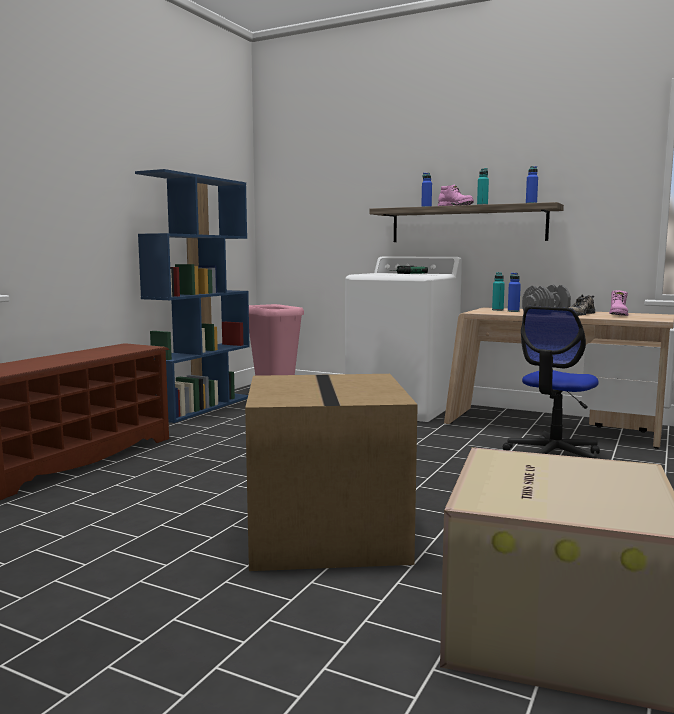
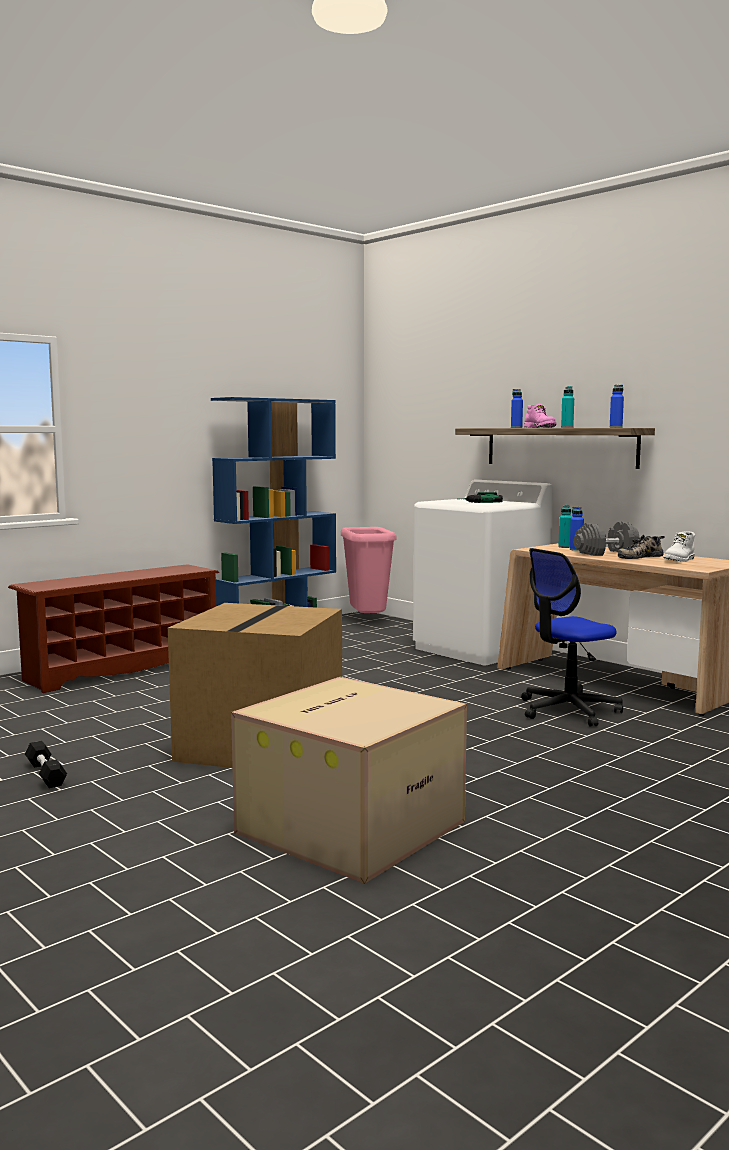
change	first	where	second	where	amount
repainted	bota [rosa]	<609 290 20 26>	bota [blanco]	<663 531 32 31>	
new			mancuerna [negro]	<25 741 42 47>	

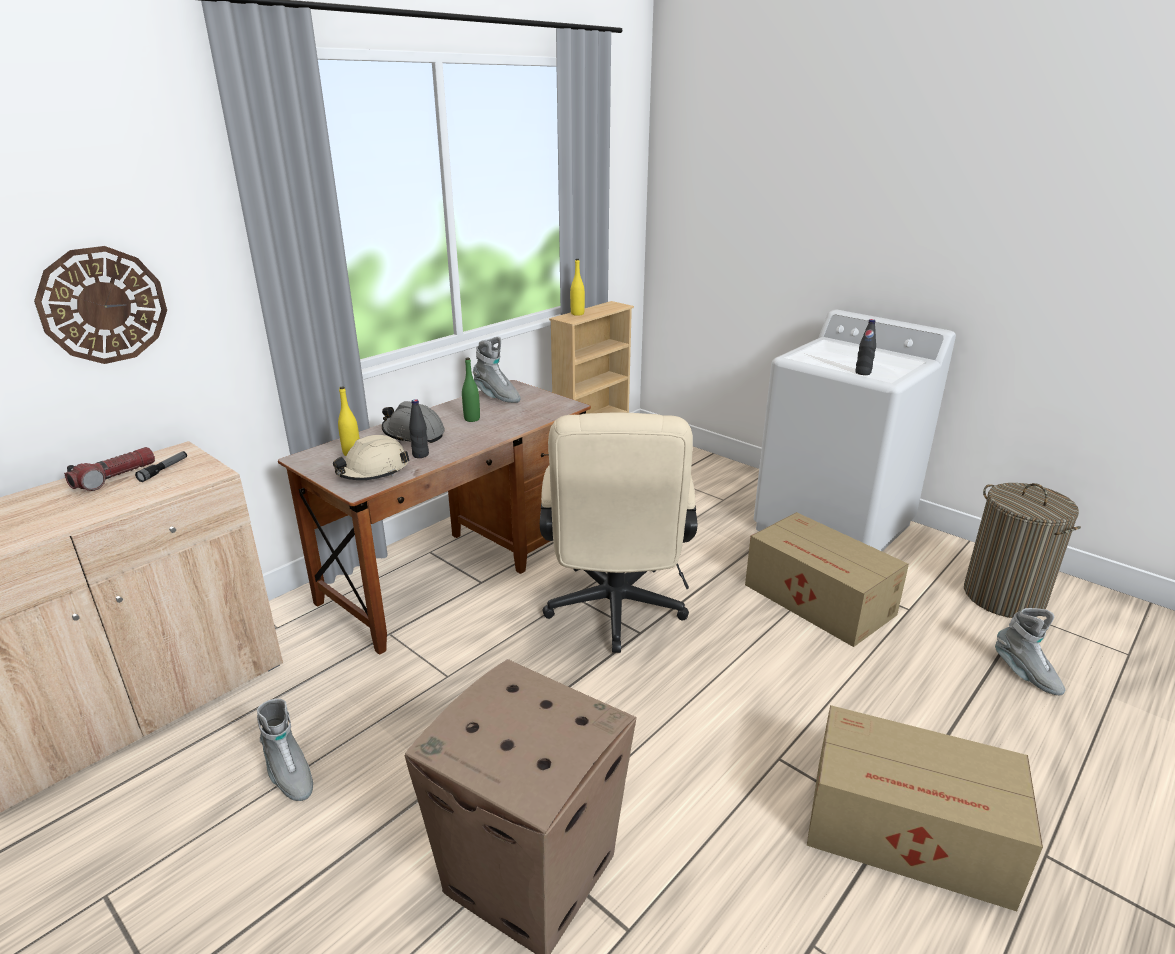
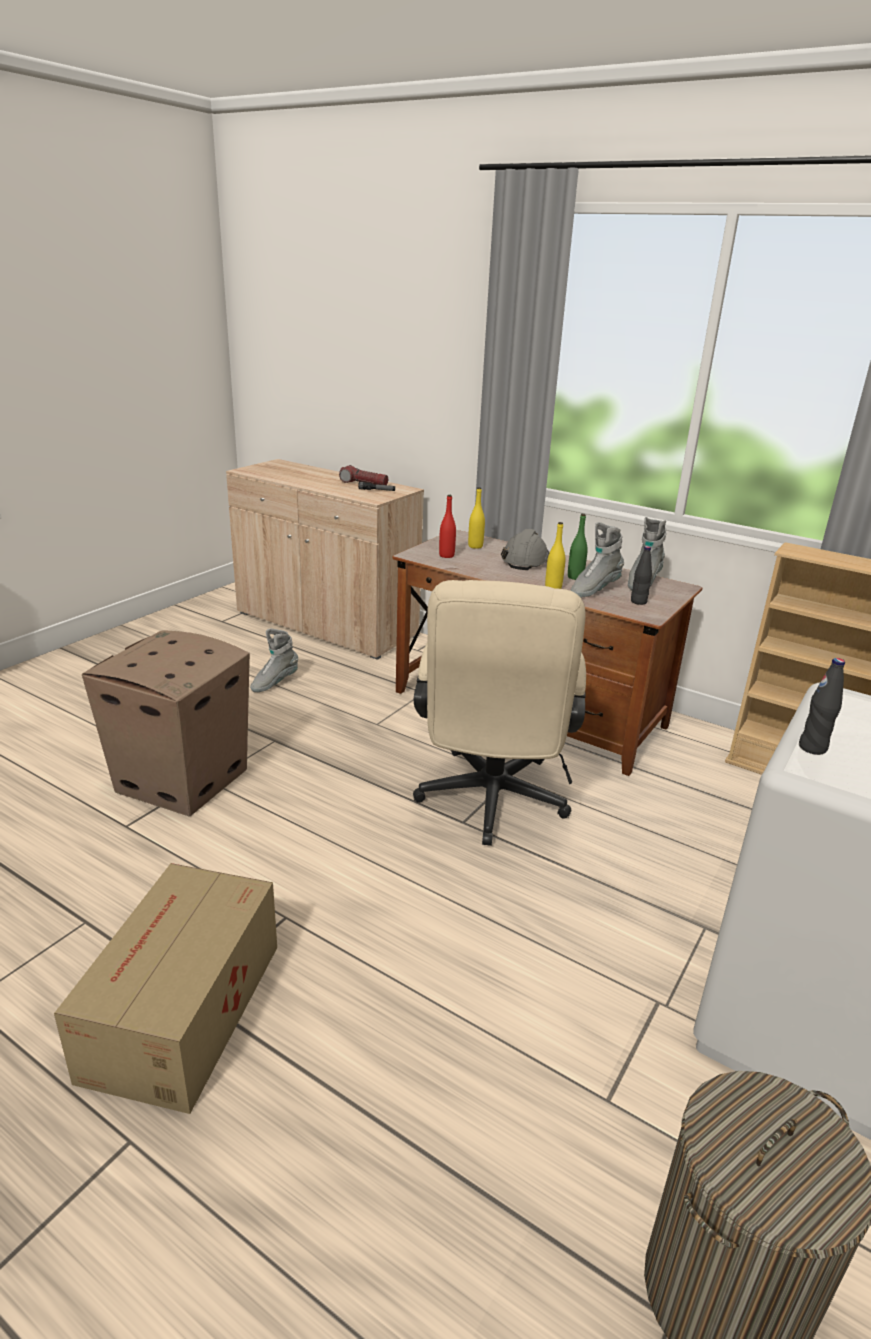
change	first	where	second	where	amount
gone	reloj de pared	<34 246 133 118>			
swapped	casco [beis]	<333 435 77 45>	botella [rojo]	<439 495 17 63>	
shifted	botella [negro]	<409 399 20 59>		<631 546 21 59>	
rotated	silla de oficina [beis]	<540 413 157 240>		<413 580 173 266>	75 degrees counterclockwise
shifted	botella [amarillo]	<570 259 15 57>		<545 522 20 67>	
gone	caja de cartón	<745 512 164 135>			
shifted	bota [gris]	<995 608 70 87>		<570 522 54 76>	

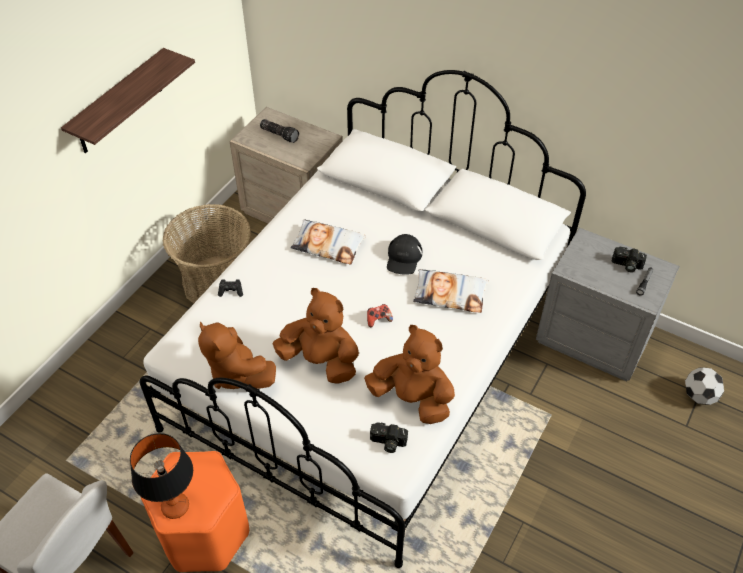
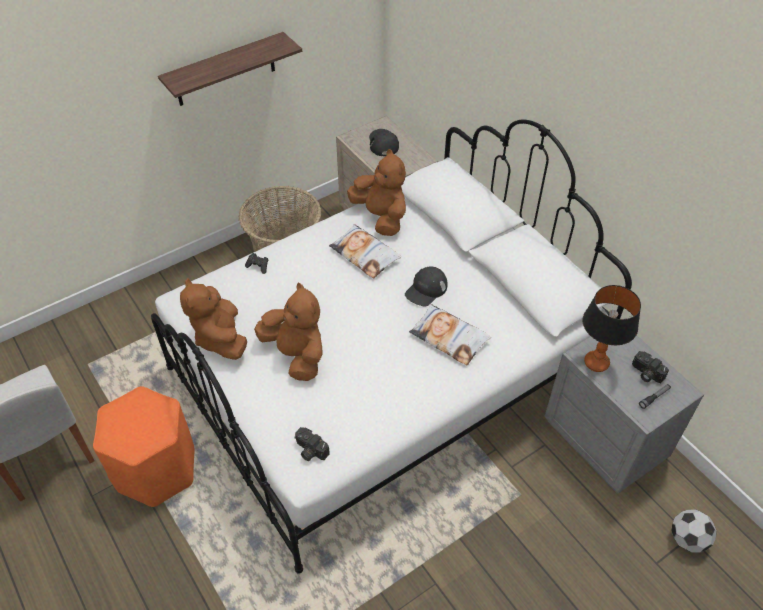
change	first	where	second	where	amount
shifted	lámpara de mesa	<130 433 63 86>		<582 285 59 87>	
swapped	linterna	<260 119 39 24>	gorra [negro]	<369 129 30 27>	
shifted	peluche [marrón]	<364 325 91 99>		<347 149 59 87>	
gone	mando de consola	<367 304 26 23>			

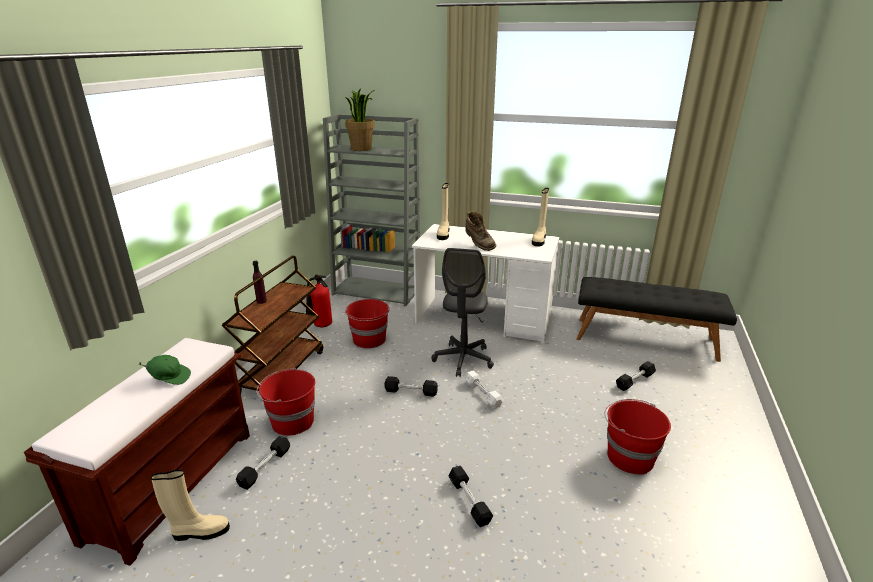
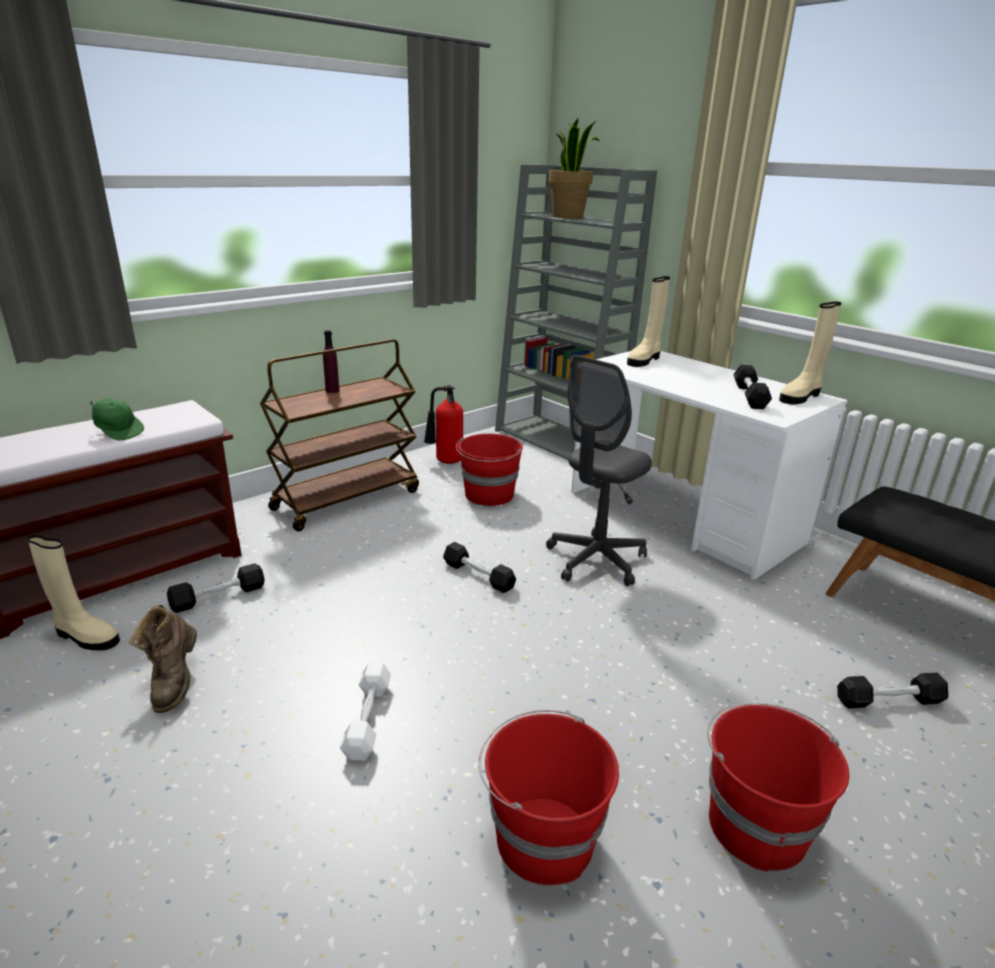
change	first	where	second	where	amount
shifted	cubo [rojo]	<256 368 59 68>		<479 710 140 175>	
shifted	mancuerna [negro]	<448 466 45 61>		<733 365 39 44>	
shifted	mancuerna [blanco]	<464 370 39 39>		<340 662 51 99>	
shifted	bota [marrón]	<465 211 31 40>		<129 605 68 108>	

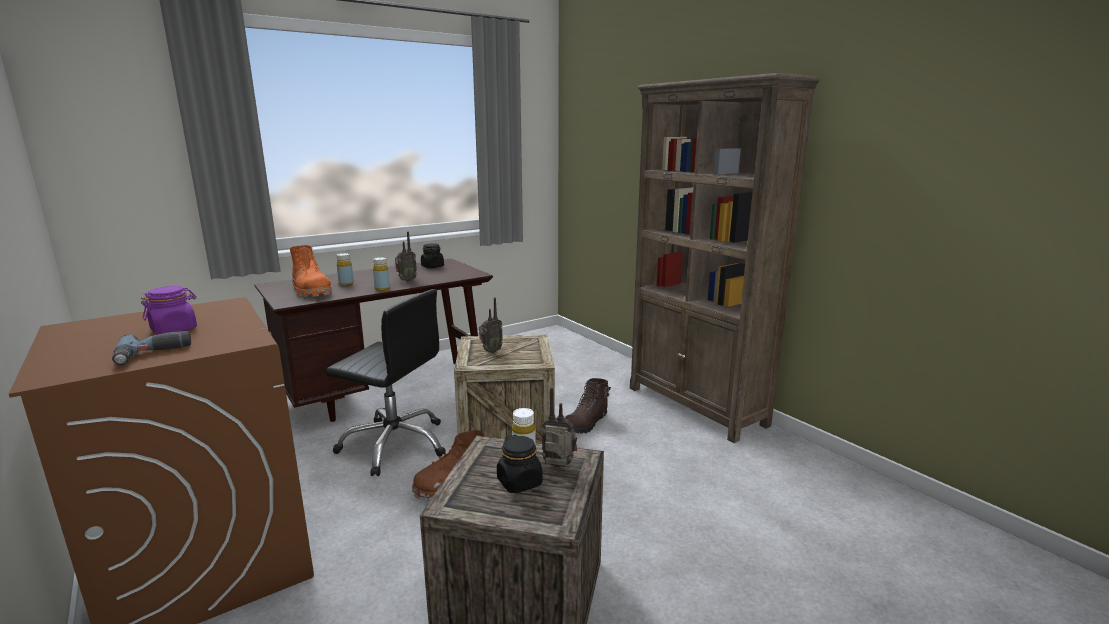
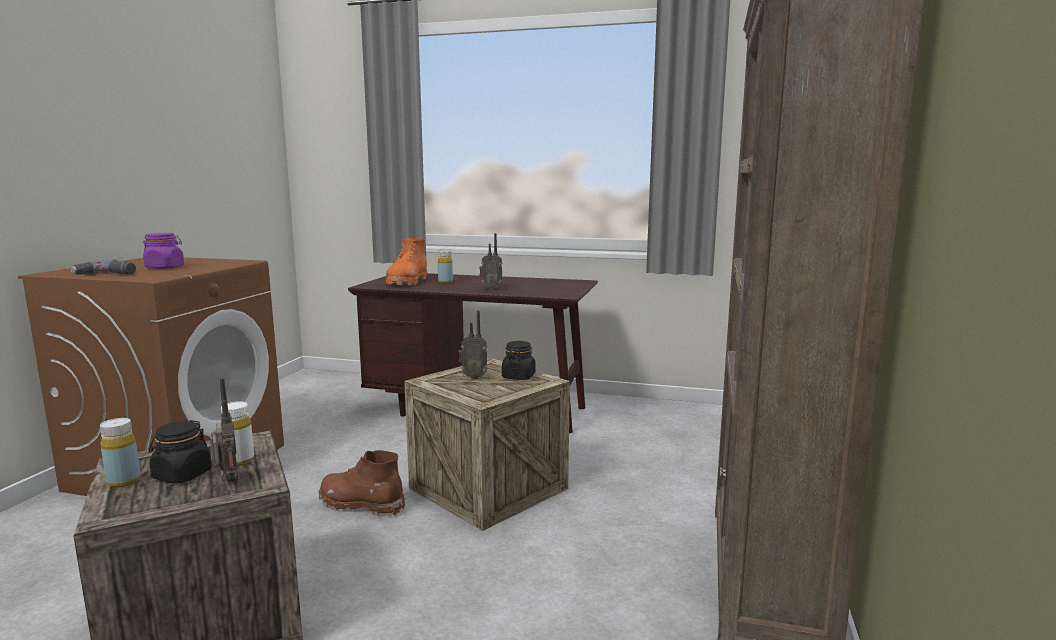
change	first	where	second	where	amount
gone	silla de oficina [negro]	<326 289 120 187>			
shifted	botella [amarillo]	<373 257 17 34>		<100 418 41 70>	
shifted	tarro [negro]	<421 243 23 25>		<502 341 34 39>	
gone	bota [marrón]	<564 378 47 56>			

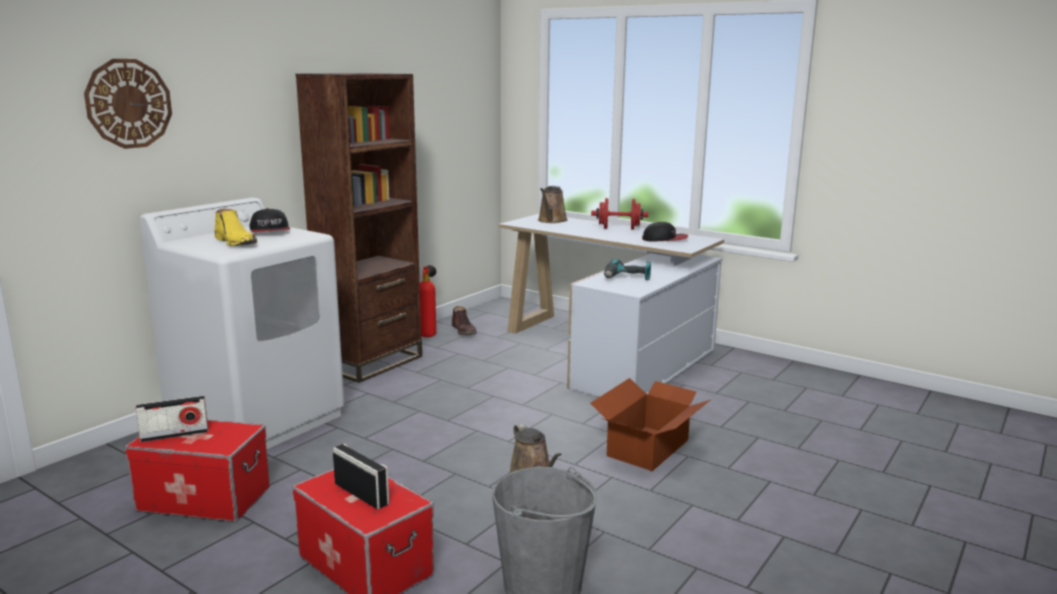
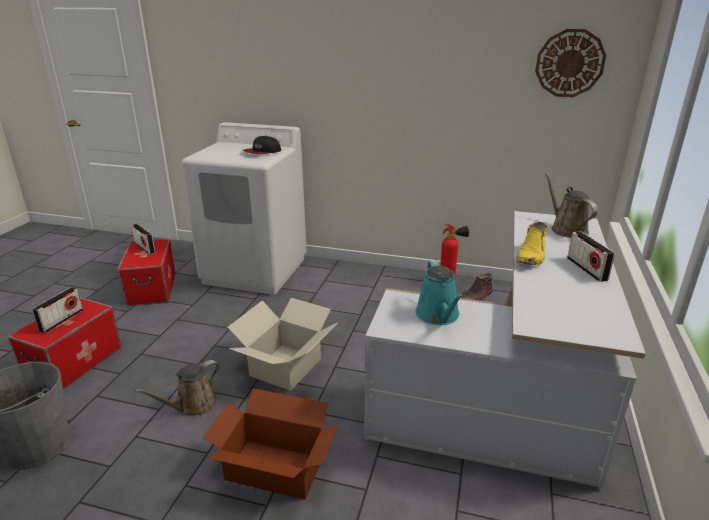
change	first	where	second	where	amount
shifted	reloj de pared	<84 59 88 90>		<535 29 71 68>	
shifted	bota [amarillo]	<215 209 42 37>		<516 222 31 43>	
gone	estantería [marrón]	<296 73 126 310>			
rotated	regadera [marrón]	<538 186 30 37>		<545 172 53 66>	75 degrees clockwise
swapped	mancuerna [rojo]	<591 198 57 32>	radio	<567 231 48 51>	
swapped	taladro	<604 259 47 21>	regadera [turquesa]	<415 260 48 65>	
gone	gorra	<642 222 46 20>			
new			caja de cartón	<227 298 110 93>	

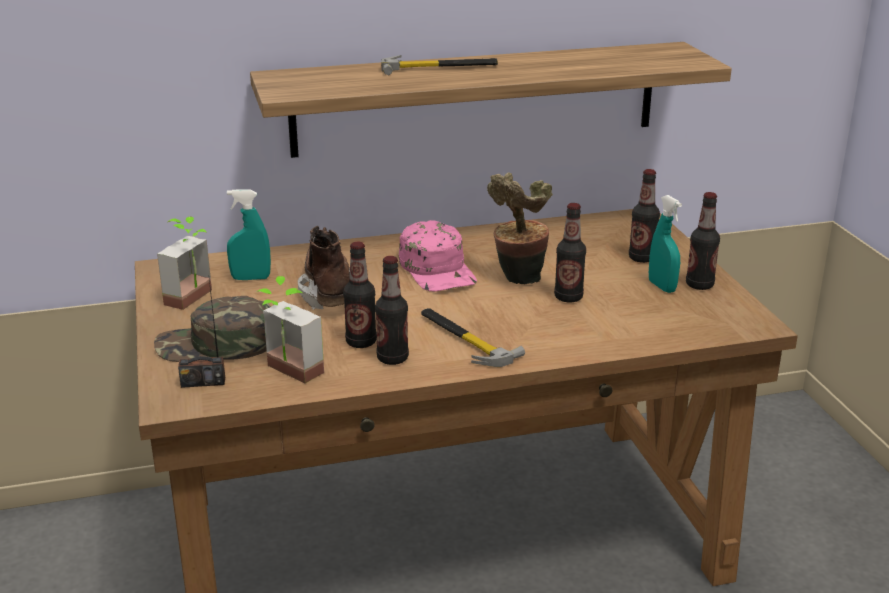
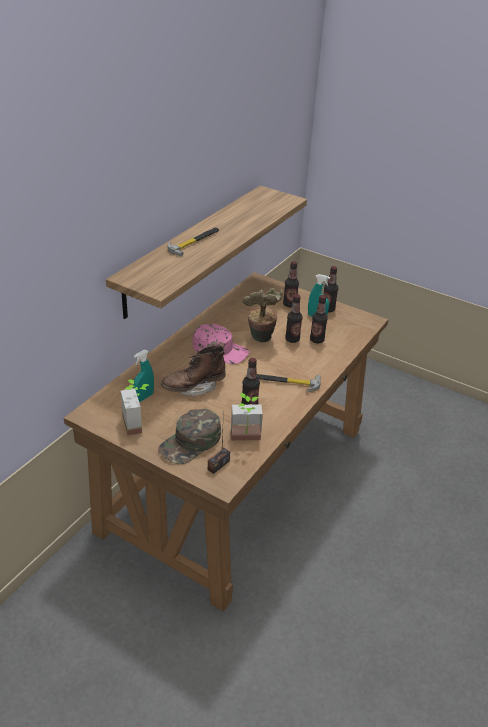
change	first	where	second	where	amount
rotated	bota [marrón]	<298 226 52 84>		<161 342 65 54>	60 degrees counterclockwise
shifted	botella	<375 256 34 109>		<310 295 18 48>	

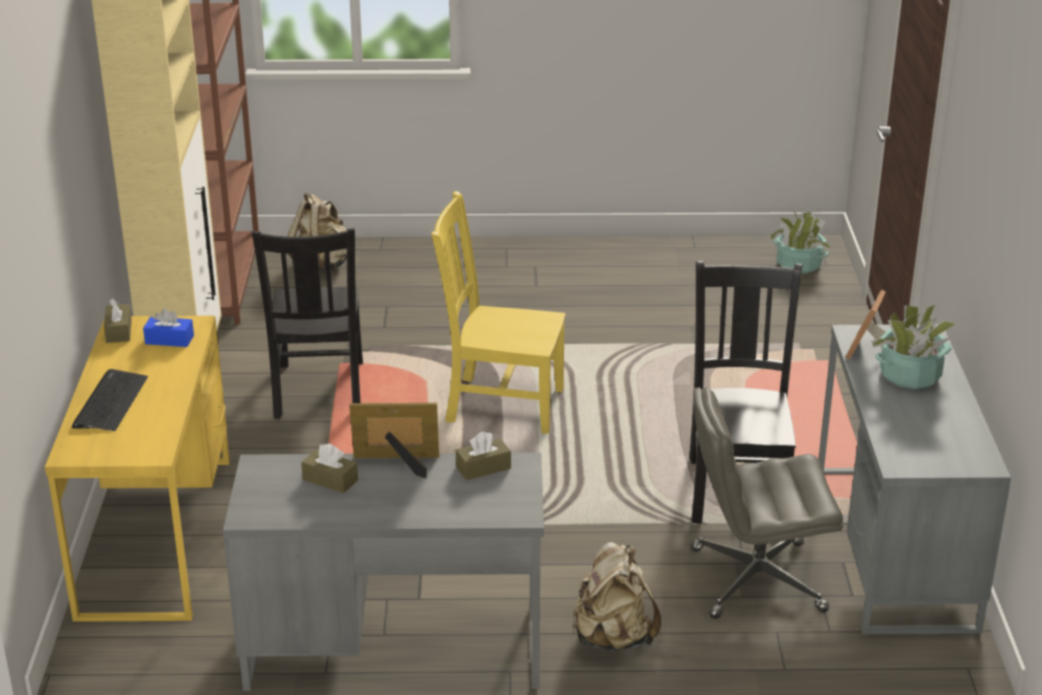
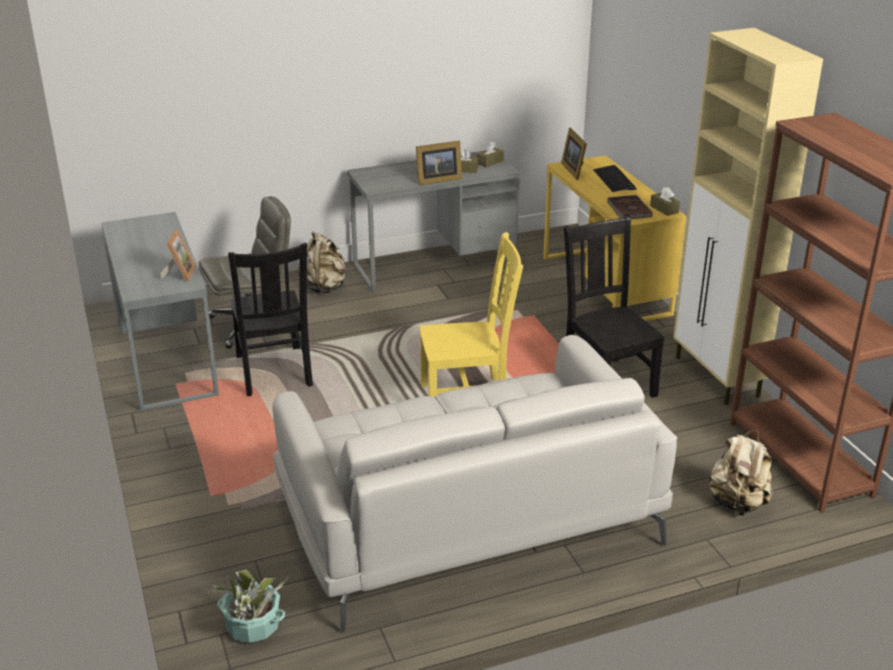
change	first	where	second	where	amount
swapped	caja de pañuelos [azul]	<143 308 51 39>	libro [marrón]	<607 195 45 24>	
shifted	caja de pañuelos [marrón]	<456 431 55 49>		<477 142 27 25>	
gone	planta en maceta	<871 305 85 84>			
new			sofá [gris]	<273 335 404 297>	
new			portarretratos	<561 128 26 52>	

